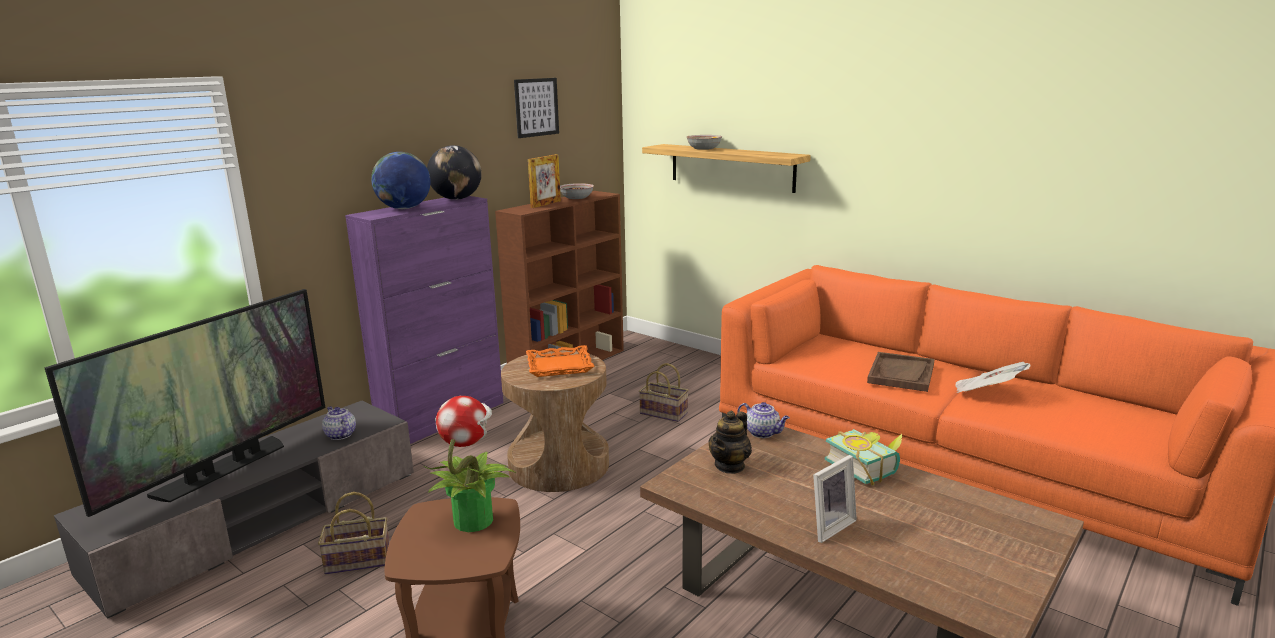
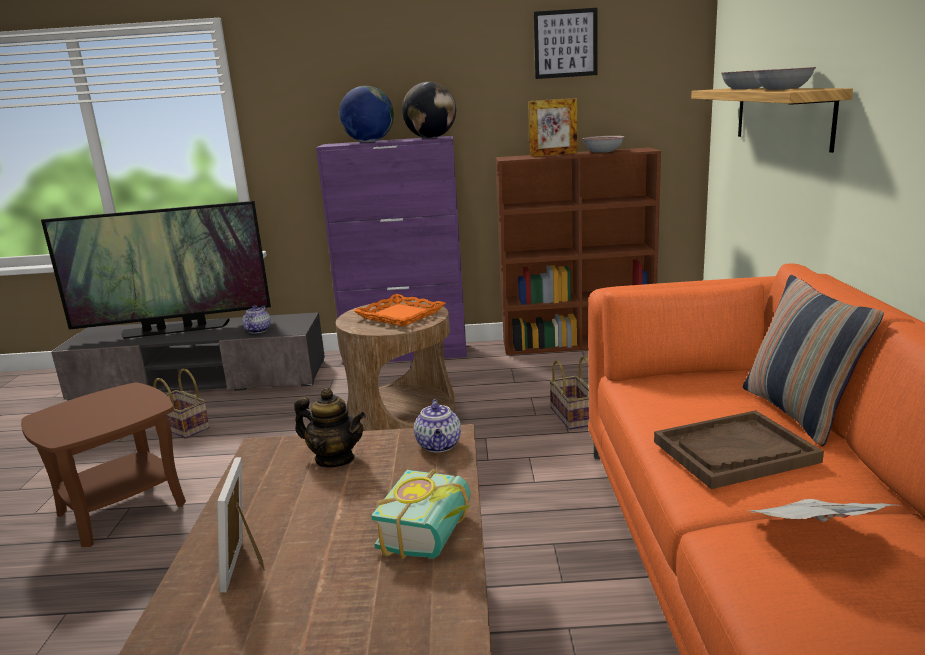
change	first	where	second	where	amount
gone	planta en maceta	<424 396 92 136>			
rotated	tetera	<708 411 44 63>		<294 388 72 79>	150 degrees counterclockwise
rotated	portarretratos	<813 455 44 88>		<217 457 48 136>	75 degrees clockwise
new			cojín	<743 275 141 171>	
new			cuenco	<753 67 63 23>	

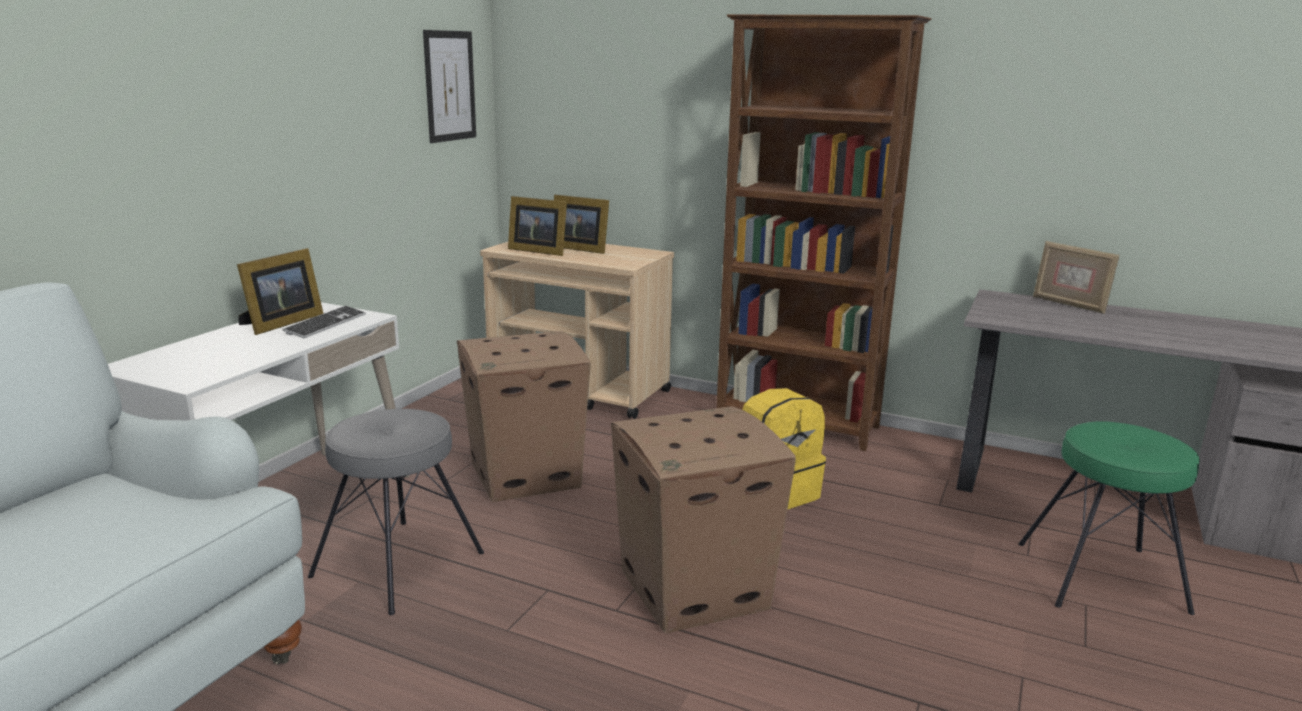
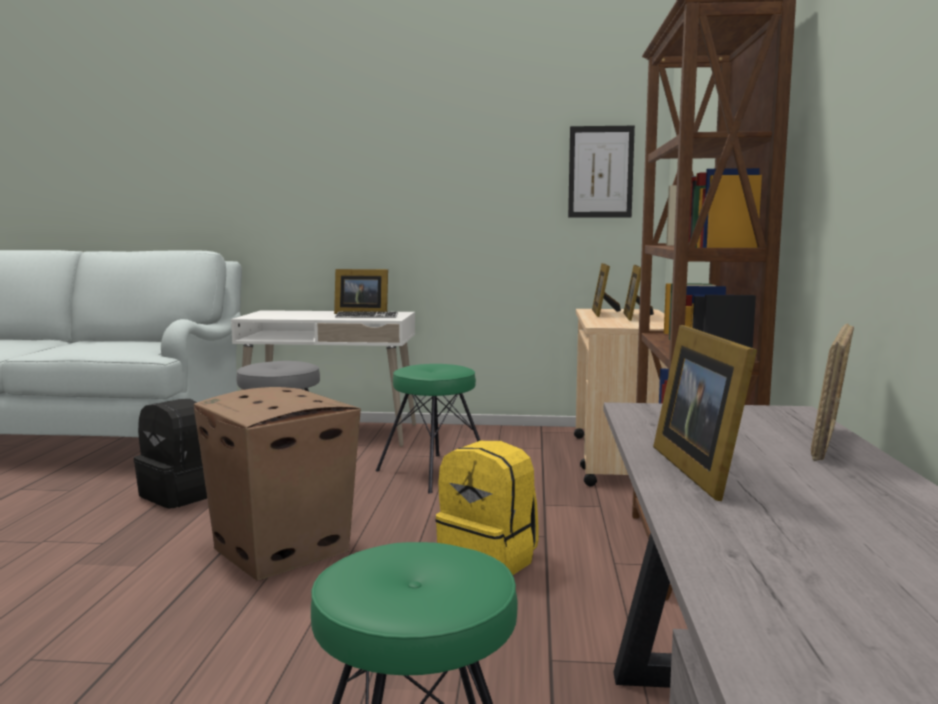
change	first	where	second	where	amount
swapped	caja de cartón	<457 331 134 171>	taburete [verde]	<376 364 105 130>	
new			mochila [negro]	<134 399 73 110>	
new			portarretratos	<653 325 104 176>	

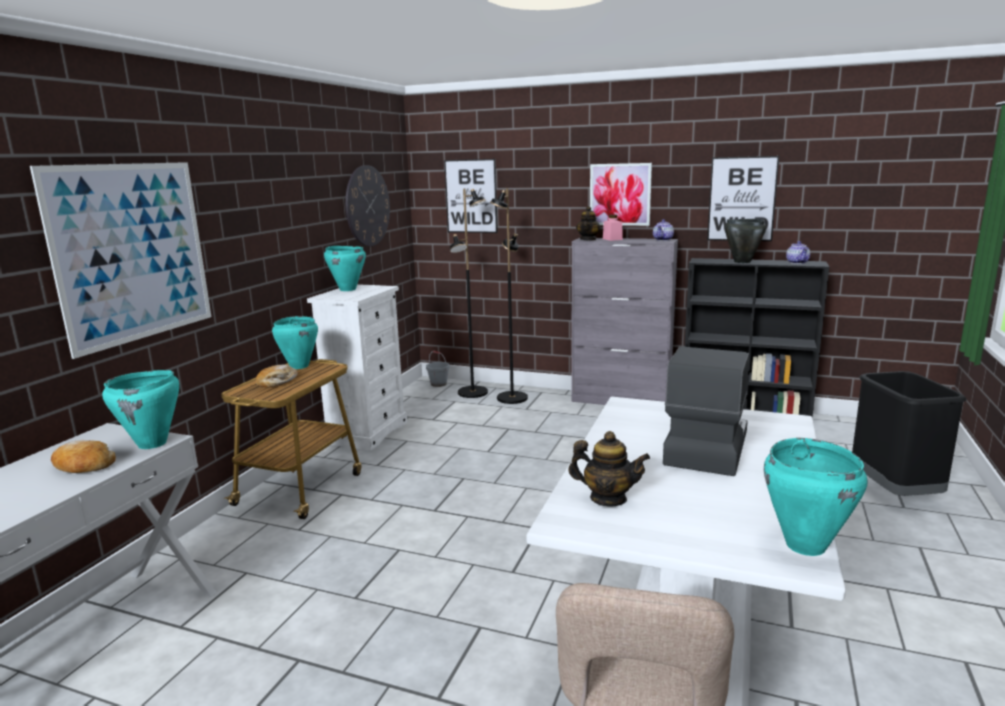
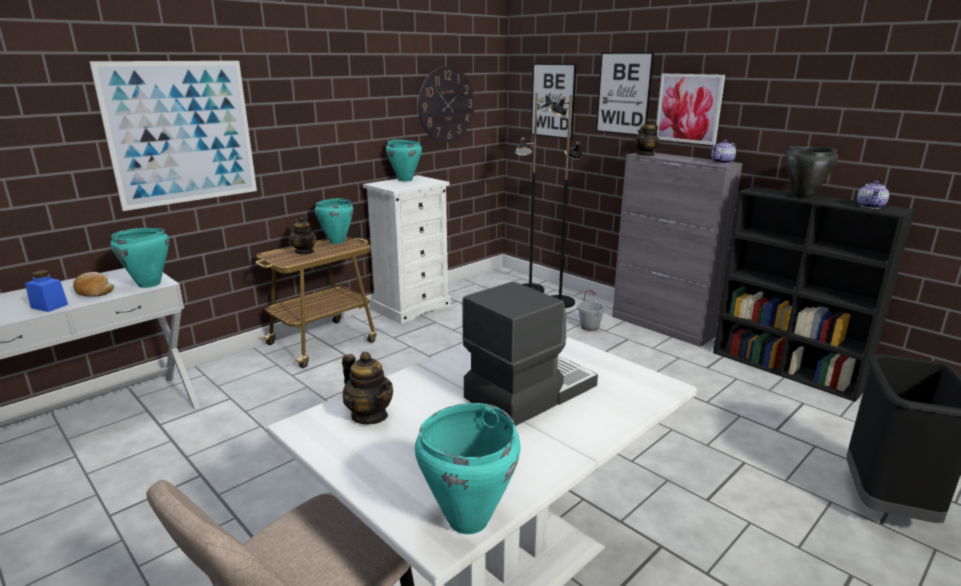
change	first	where	second	where	amount
swapped	pan	<256 364 42 24>	tetera	<289 217 28 37>	
shifted	cubo [gris]	<426 351 24 36>		<577 289 28 42>	
gone	tarro [rosa]	<603 215 20 26>			
shifted	cuadro	<707 156 72 85>		<596 52 58 84>	
new			tarro [azul]	<25 270 43 42>	

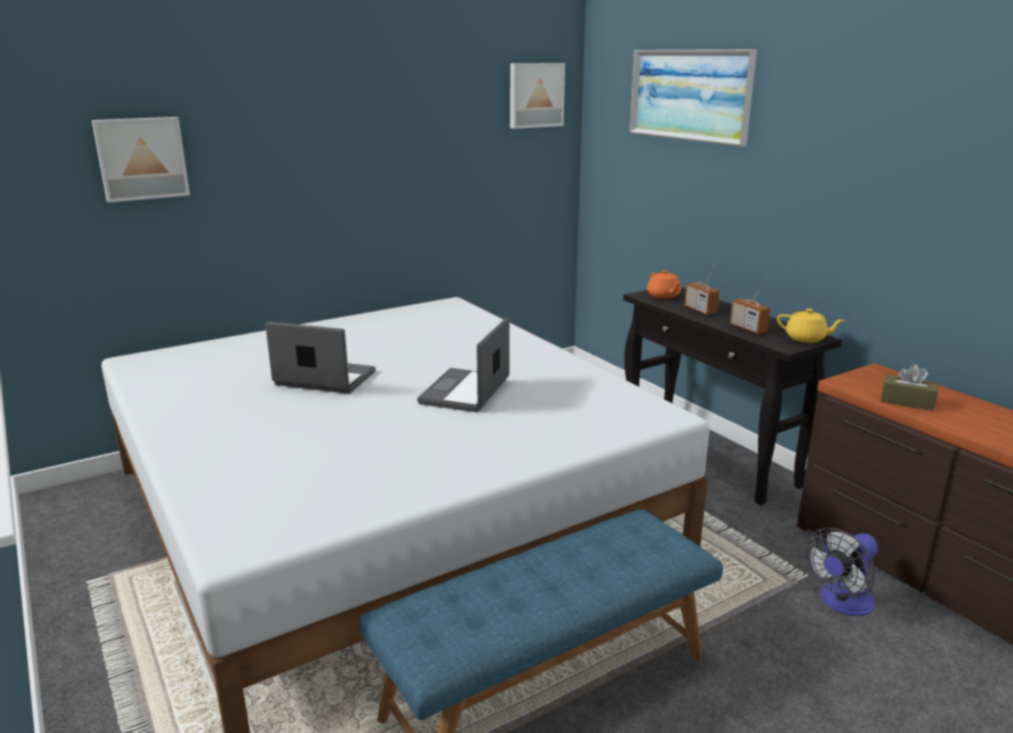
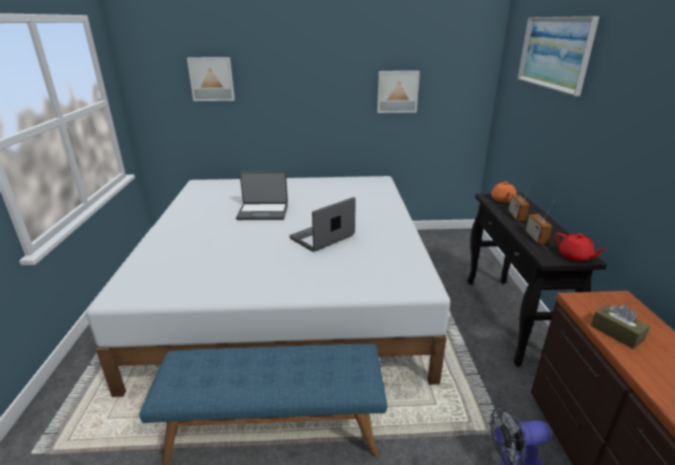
change	first	where	second	where	amount
rotated	portátil	<265 322 110 72>		<236 172 52 48>	135 degrees clockwise
shifted	cuadro	<510 63 55 66>		<377 71 43 42>	
repainted	tetera [amarillo]	<777 308 68 35>	tetera [rojo]	<555 233 52 28>	

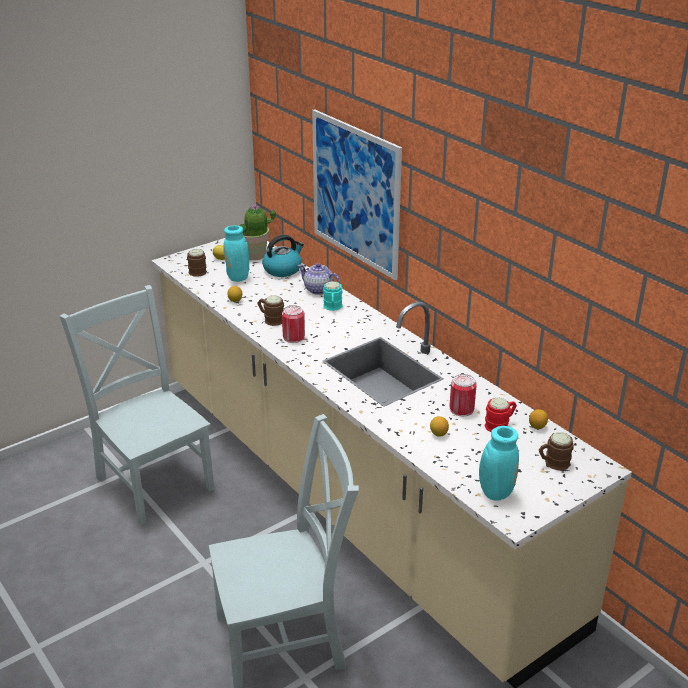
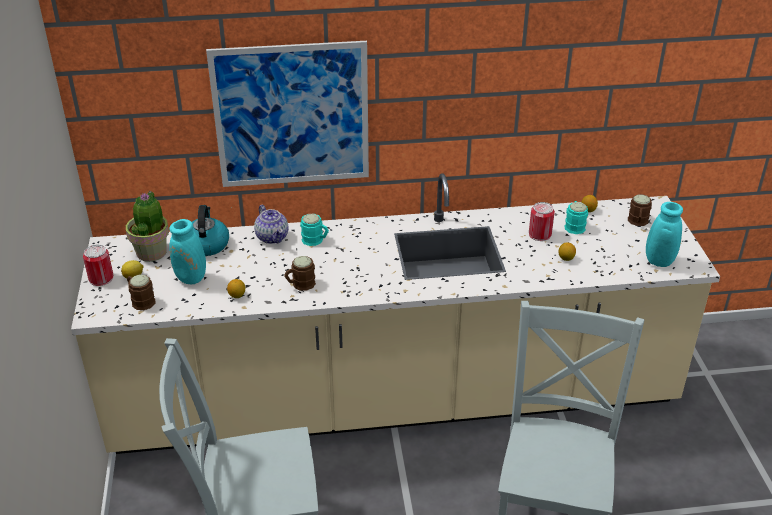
change	first	where	second	where	amount
shifted	lata	<282 305 23 38>		<83 244 30 42>	
rotated	tetera	<298 263 42 32>		<254 205 34 39>	90 degrees counterclockwise
repainted	taza grande [rojo]	<484 398 33 34>	taza grande [turquesa]	<564 201 24 33>	

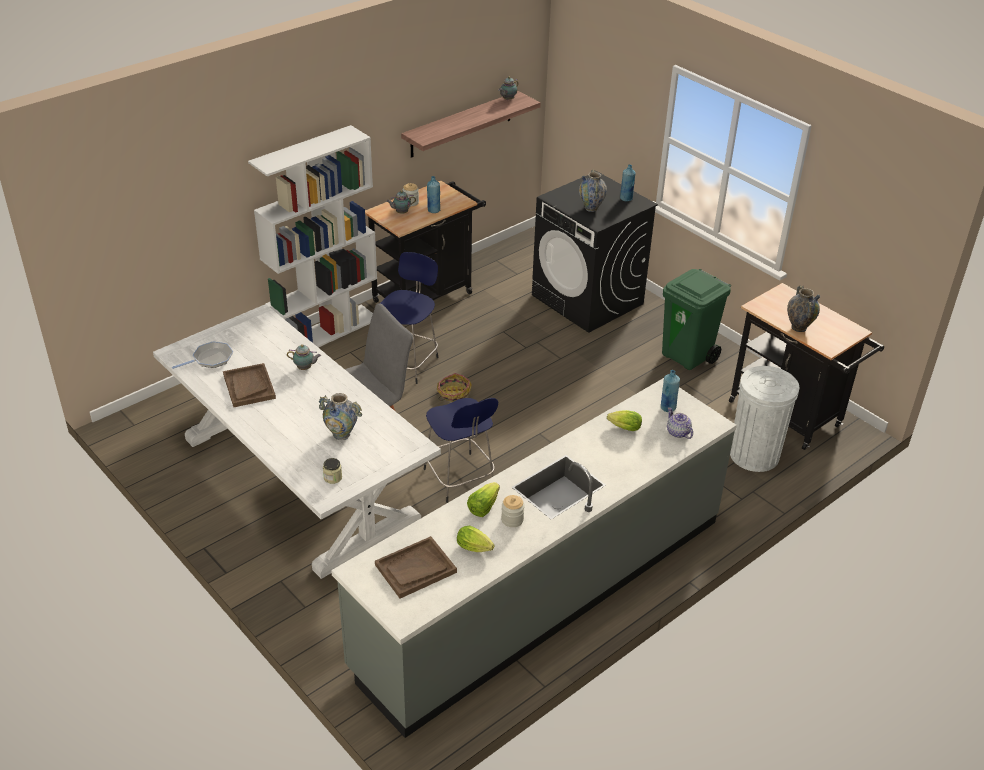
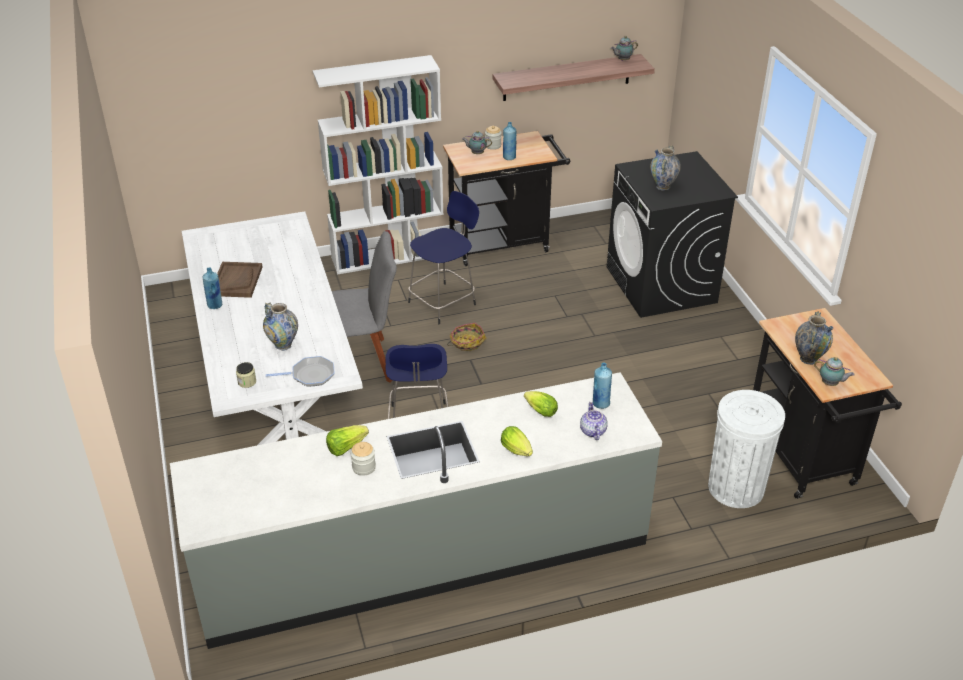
change	first	where	second	where	amount
shifted	sartén	<172 341 61 28>		<266 356 68 31>	
shifted	tetera	<287 344 34 26>		<814 357 40 29>	
gone	bandeja [marrón]	<375 536 82 63>			
shifted	lechuga	<457 526 38 26>		<501 426 32 30>	
shifted	botella [azul]	<620 164 16 37>		<203 267 19 42>	
gone	papelera [verde]	<662 269 69 101>			

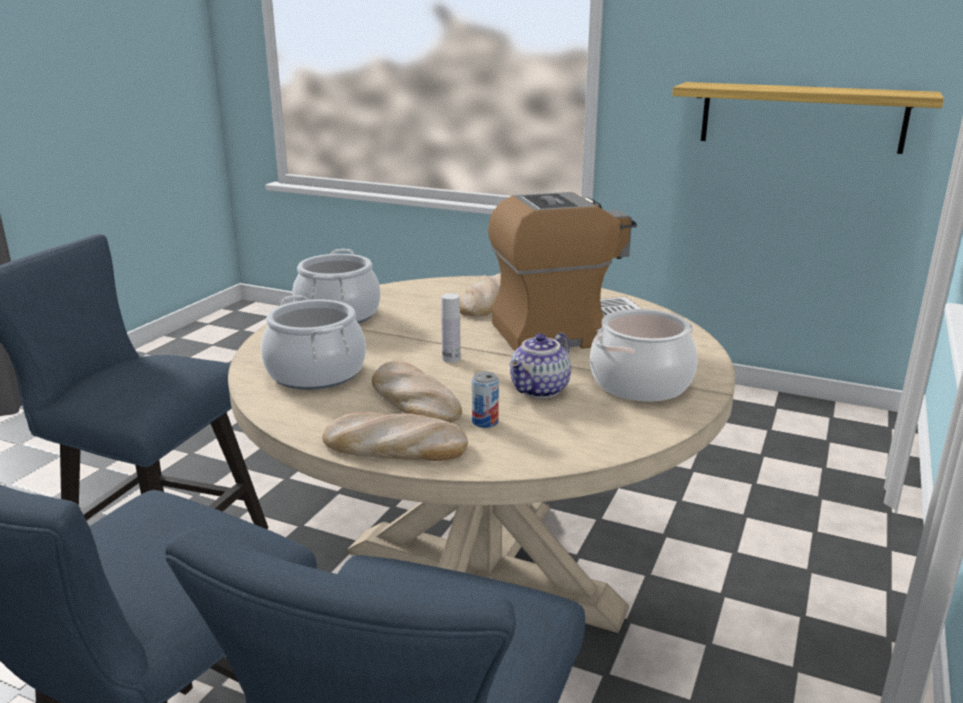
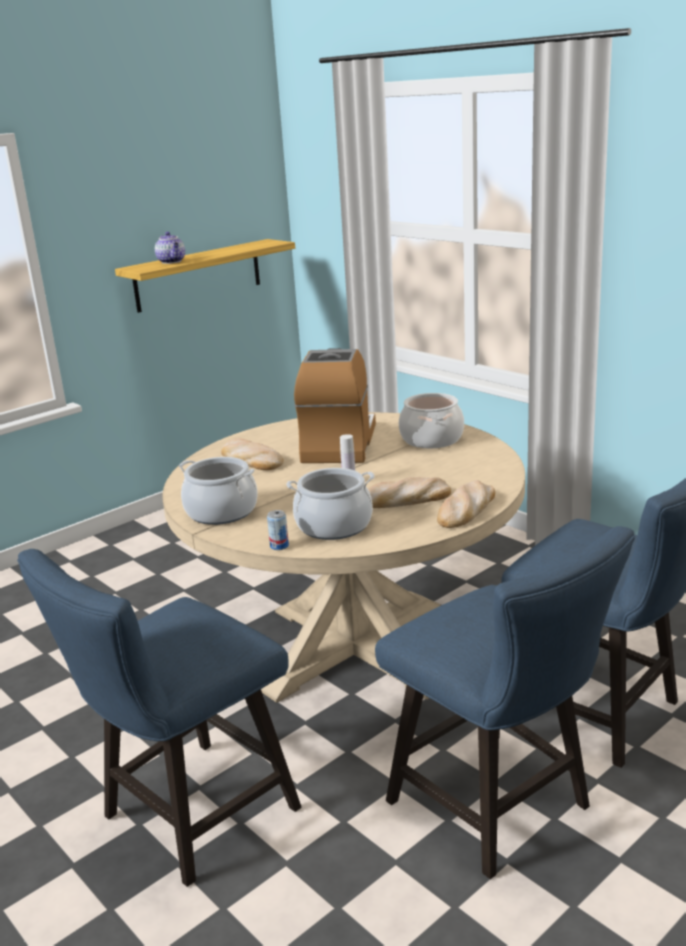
change	first	where	second	where	amount
shifted	lata	<472 372 27 56>		<267 510 22 40>	
shifted	tetera	<510 332 61 66>		<155 232 30 32>	

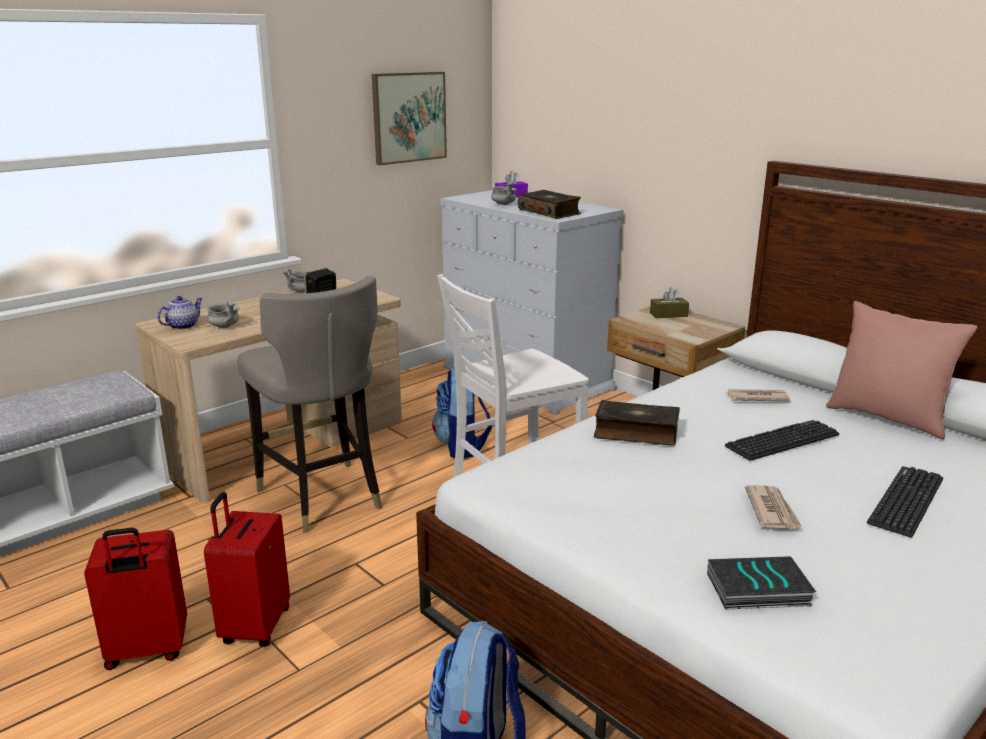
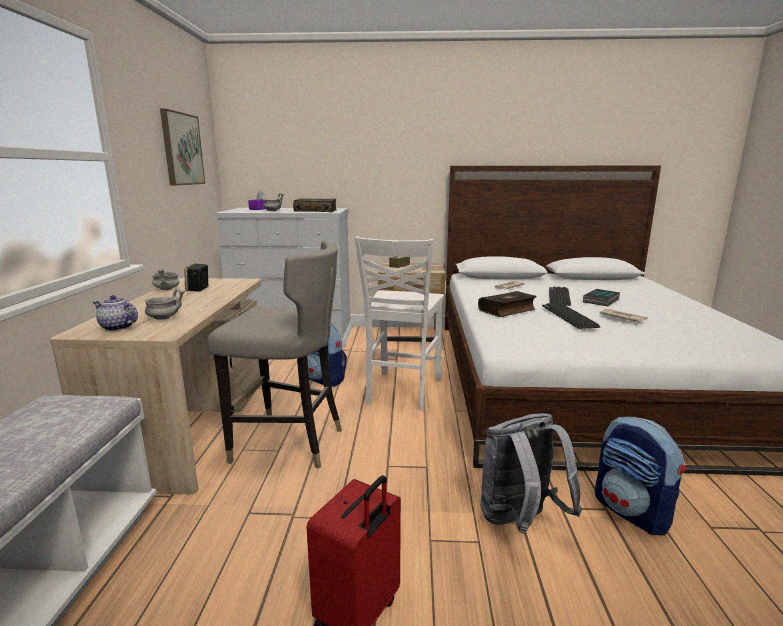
change	first	where	second	where	amount
rotated	tetera	<157 296 46 34>		<93 295 45 36>	60 degrees counterclockwise
gone	maleta [rojo]	<204 492 86 155>			
shifted	libro	<707 556 109 53>		<583 289 37 17>	
gone	cojín [rosa]	<826 301 151 139>			
shifted	teclado	<867 466 76 72>		<542 303 58 26>	
new			mochila [gris]	<480 413 102 121>	

